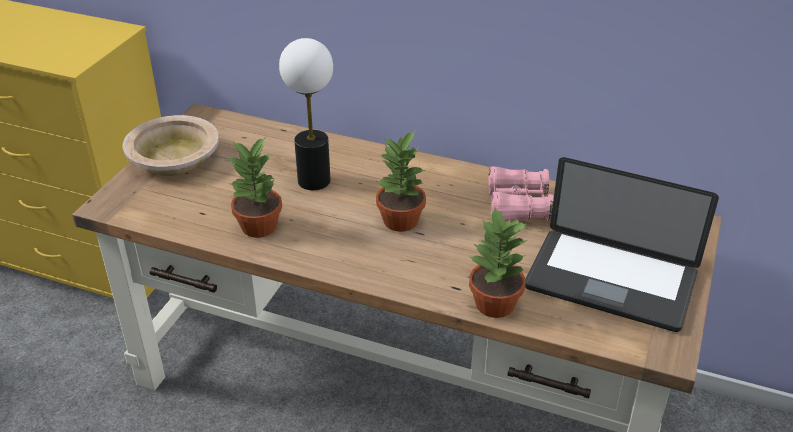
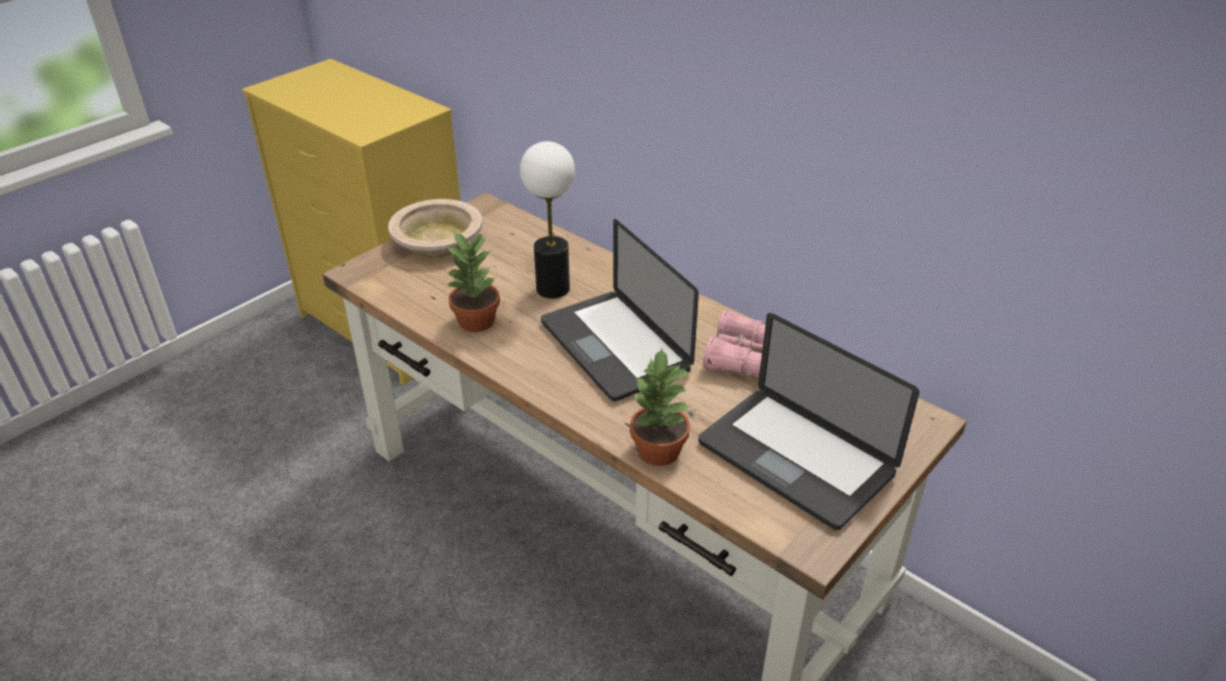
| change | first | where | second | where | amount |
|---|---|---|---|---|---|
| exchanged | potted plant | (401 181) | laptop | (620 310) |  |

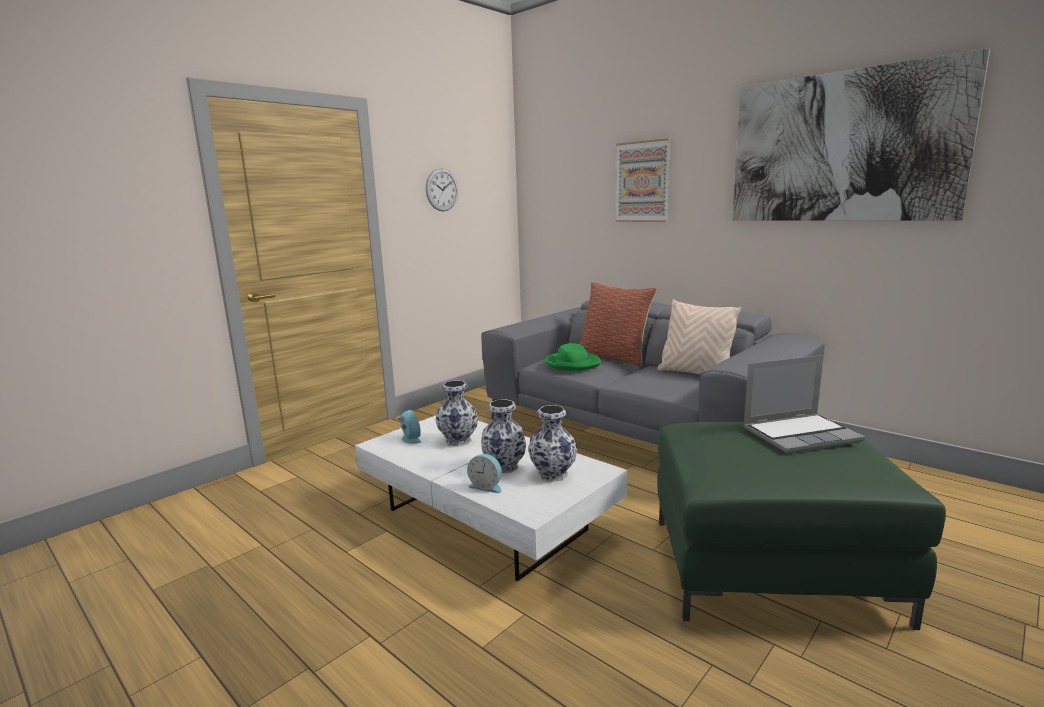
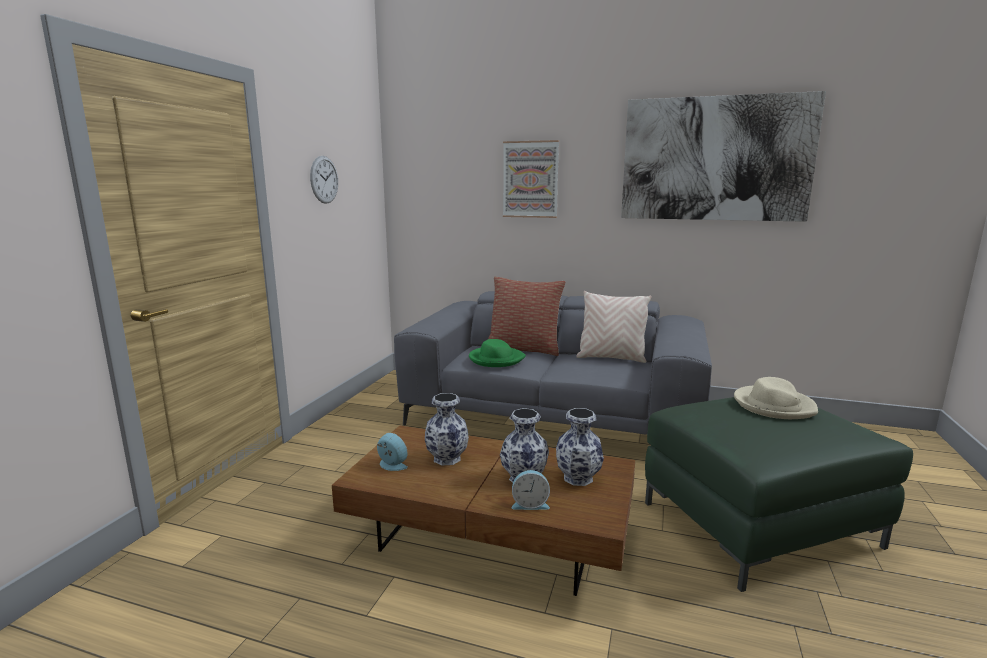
| change | first | where | second | where | amount |
|---|---|---|---|---|---|
| colour | coffee table (white) | (491 498) | coffee table (brown) | (483 510) |  |
| exchanged | laptop | (804 404) | hat (beige) | (776 398) |  |

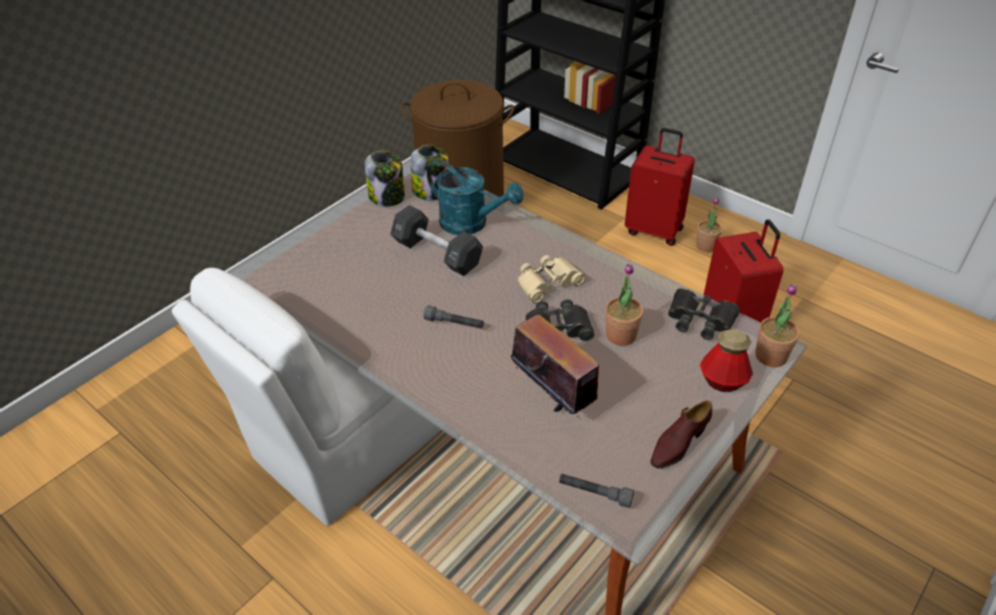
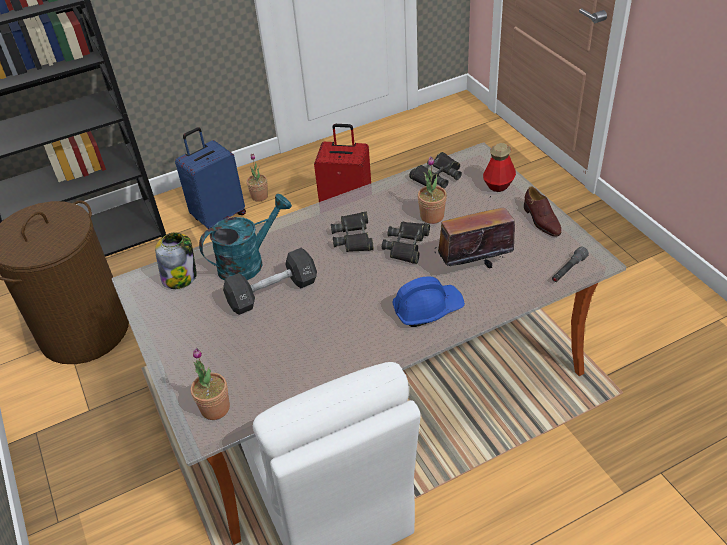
| change | first | where | second | where | amount |
|---|---|---|---|---|---|
| colour | suitcase (red) | (660 187) | suitcase (blue) | (210 178) |  |
| relocated | potted plant | (777 325) |  | (210 384) |  |
| colour | binoculars (beige) | (551 279) | binoculars (black) | (352 232) |  |
| appeared |  |  | hard hat (blue) | (428 301) |  |
| missing | jar | (385 178) |  |  |  |
| missing | flashlight (grey) | (454 316) |  |  |  |

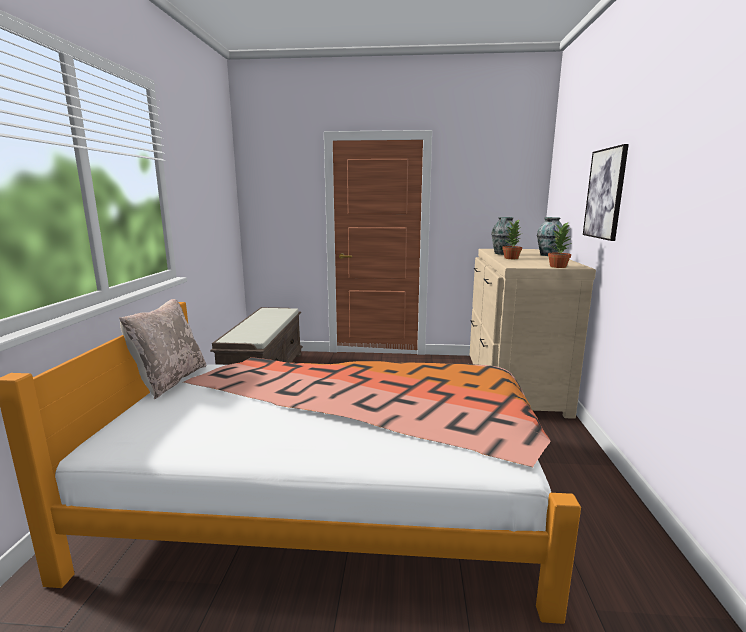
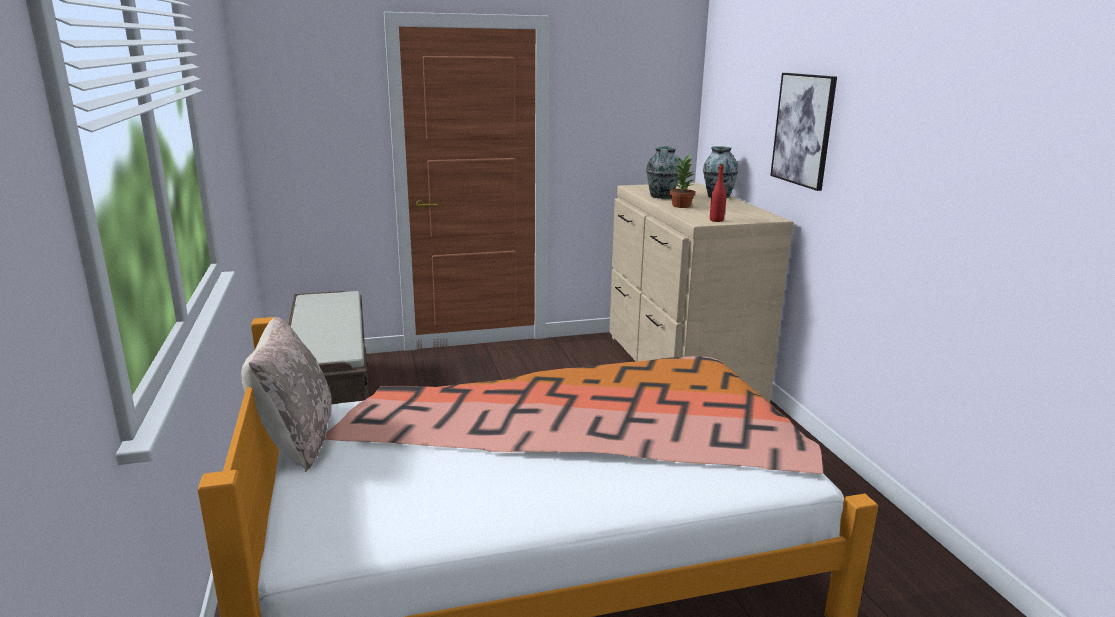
| change | first | where | second | where | amount |
|---|---|---|---|---|---|
| appeared |  |  | bottle (red) | (718 193) |  |
| missing | potted plant | (560 244) |  |  |  |

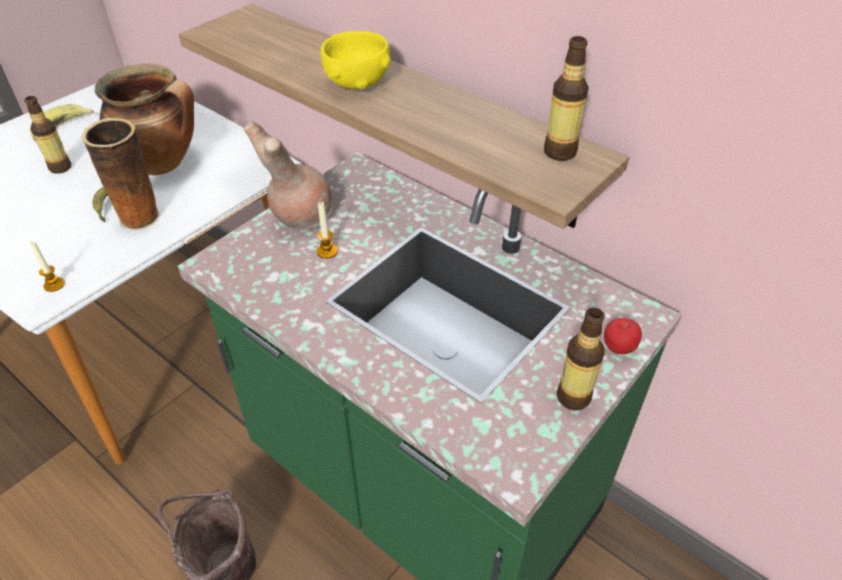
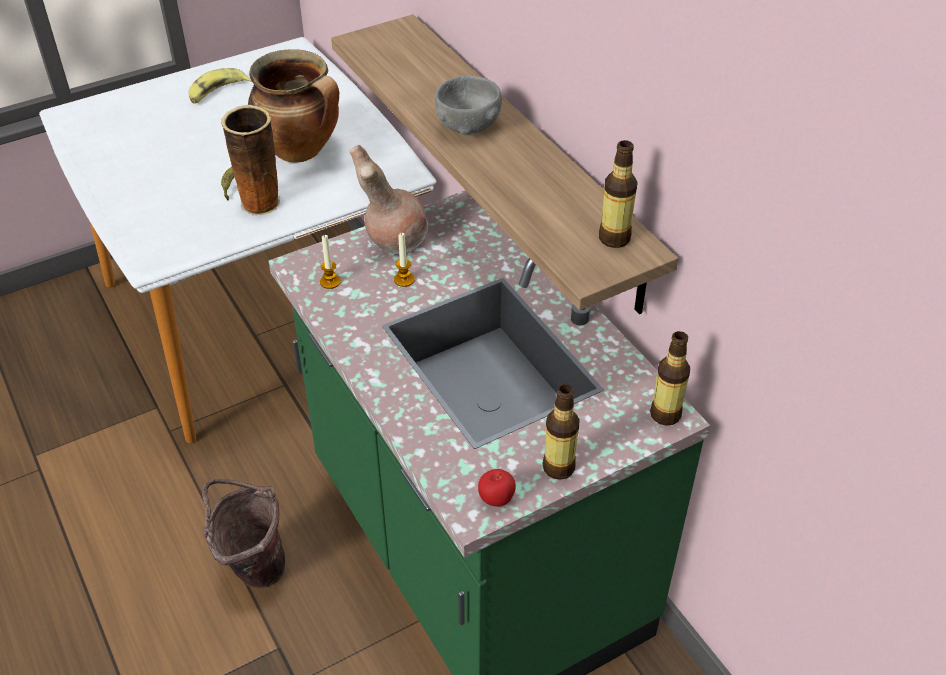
| change | first | where | second | where | amount |
|---|---|---|---|---|---|
| relocated | candle | (47 266) |  | (330 261) |  |
| colour | bowl (yellow) | (356 60) | bowl (grey) | (468 105) |  |
| relocated | apple | (623 336) |  | (497 488) |  |
| relocated | bottle | (48 135) |  | (670 378) |  |

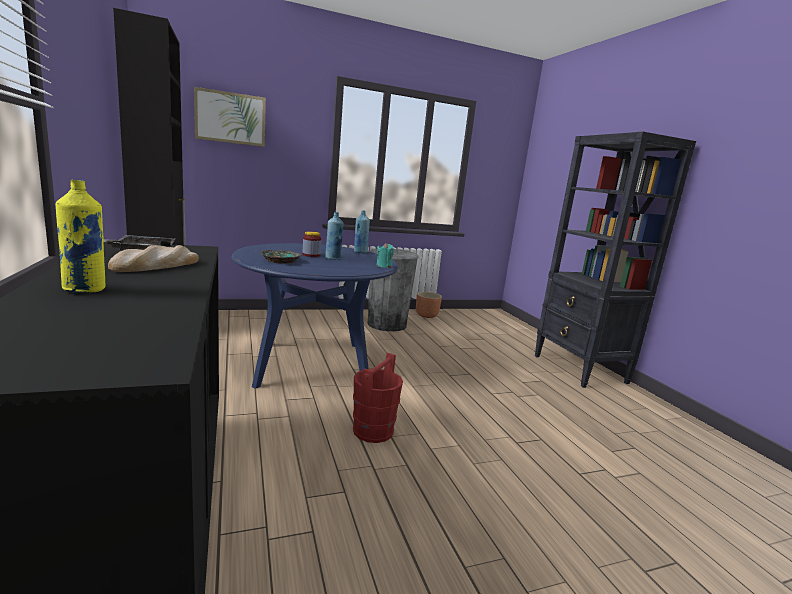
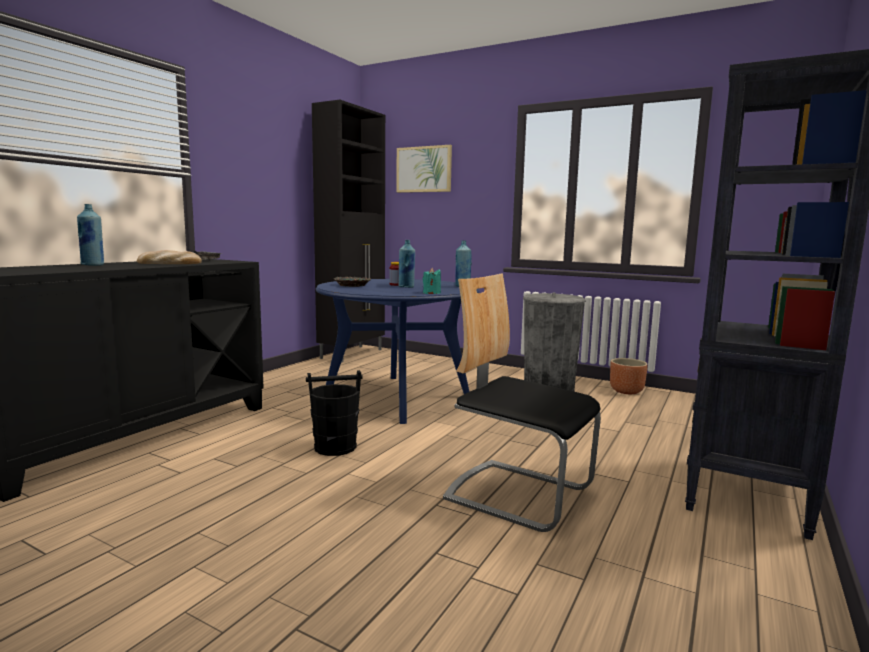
| change | first | where | second | where | amount |
|---|---|---|---|---|---|
| colour | bottle (yellow) | (81 236) | bottle (blue) | (90 235) |  |
| colour | bucket (red) | (378 398) | bucket (black) | (334 413) |  |
| appeared |  |  | chair | (522 402) |  |

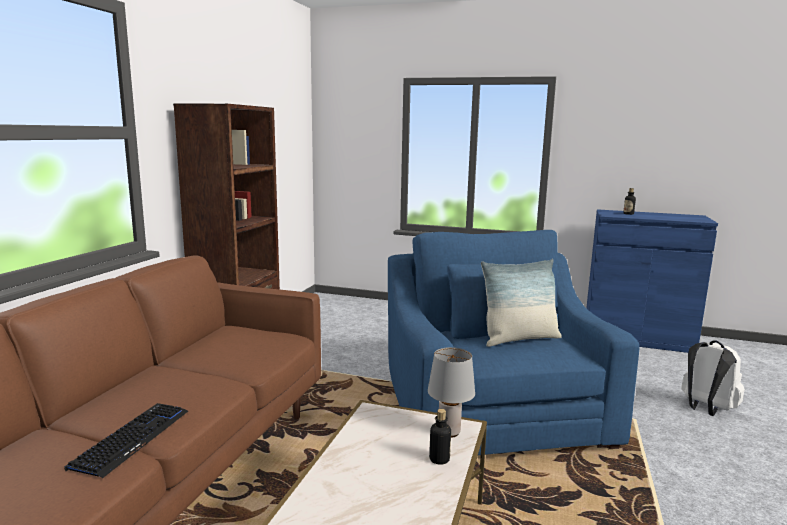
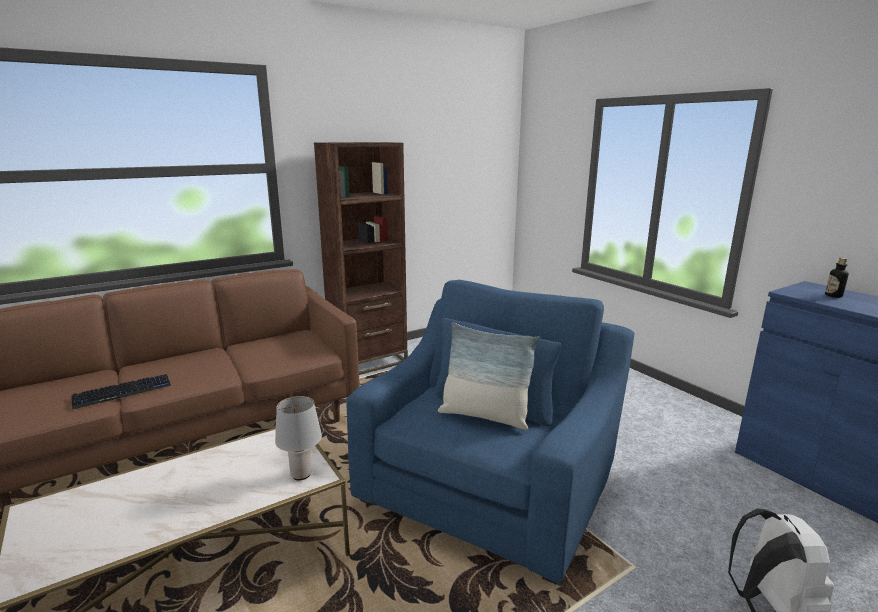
| change | first | where | second | where | amount |
|---|---|---|---|---|---|
| missing | bottle | (440 437) |  |  |  |

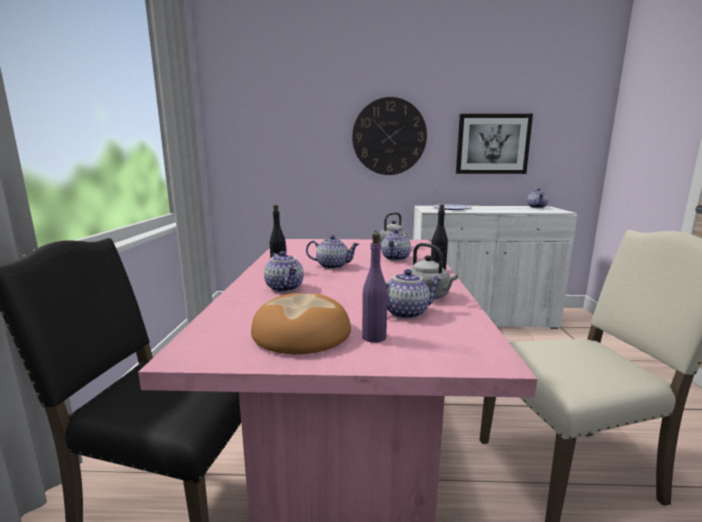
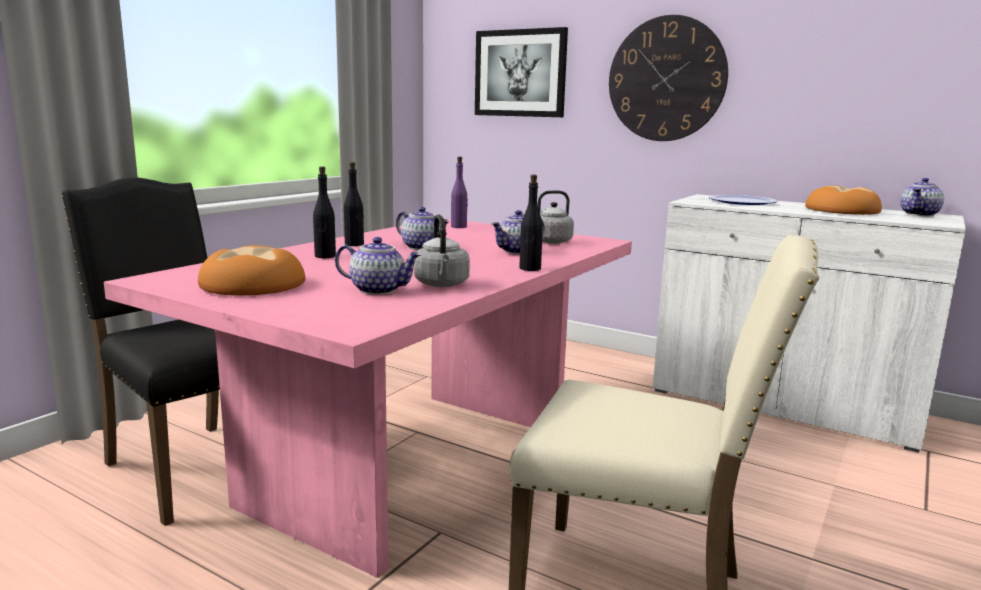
| change | first | where | second | where | amount |
|---|---|---|---|---|---|
| exchanged | teapot | (284 271) | bottle (black) | (324 212) |  |
| relocated | bottle (purple) | (375 288) |  | (459 192) |  |
| relocated | picture | (494 144) |  | (521 72) |  |
| appeared |  |  | bread | (843 200) |  |

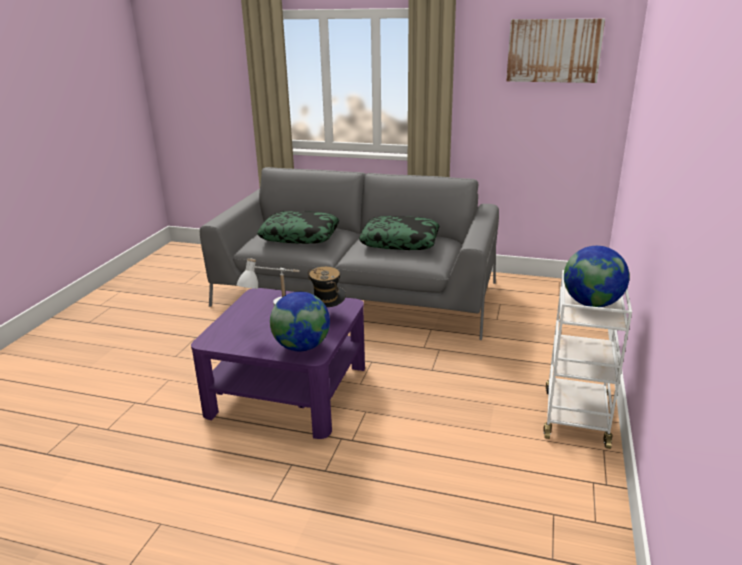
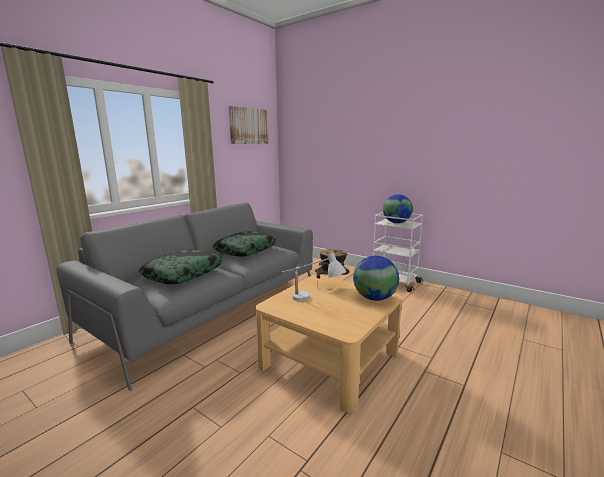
| change | first | where | second | where | amount |
|---|---|---|---|---|---|
| colour | coffee table (purple) | (278 363) | coffee table (beige) | (328 344) |  |

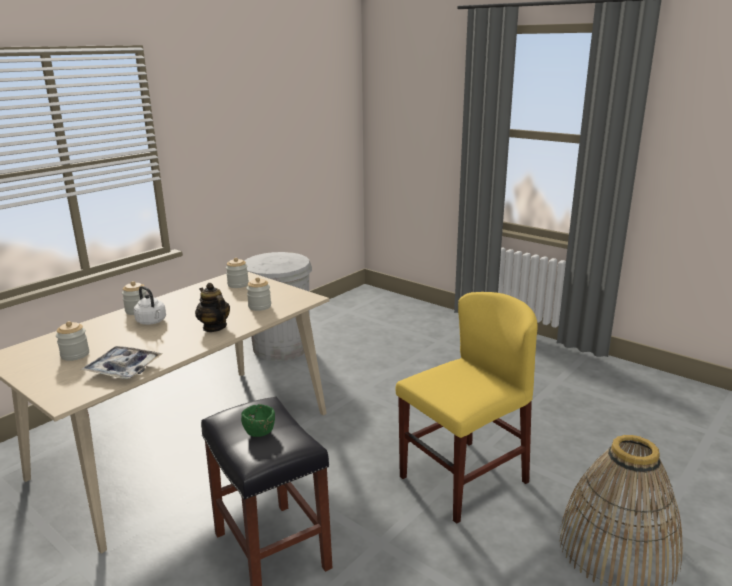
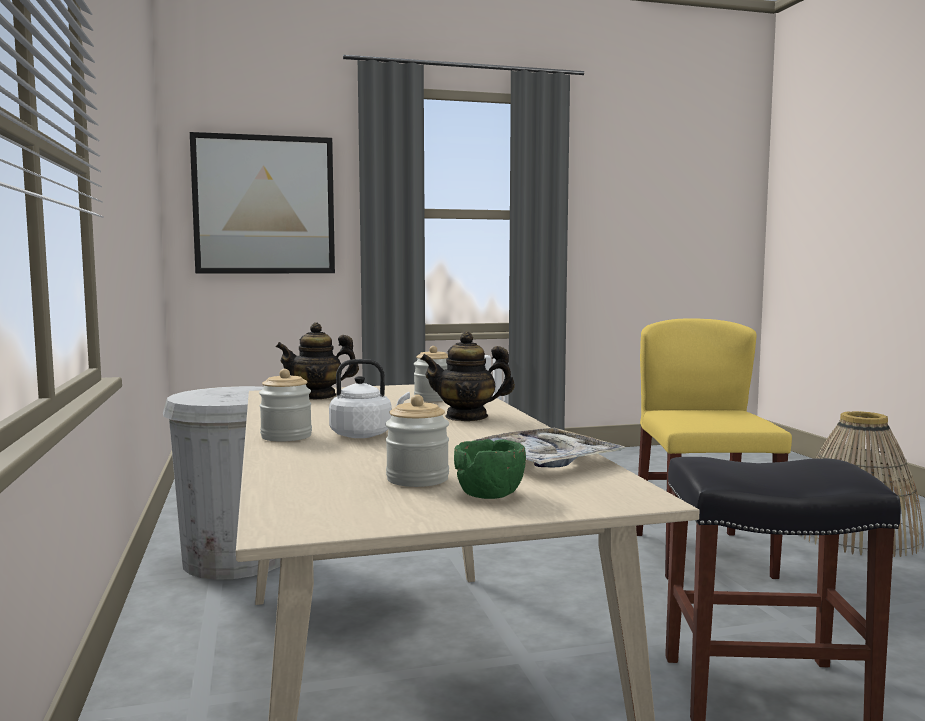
| change | first | where | second | where | amount |
|---|---|---|---|---|---|
| appeared |  |  | picture | (262 203) |  |
| exchanged | jar | (237 273) | teapot | (317 361) |  |
| relocated | bowl (green) | (258 420) |  | (490 469) |  |

